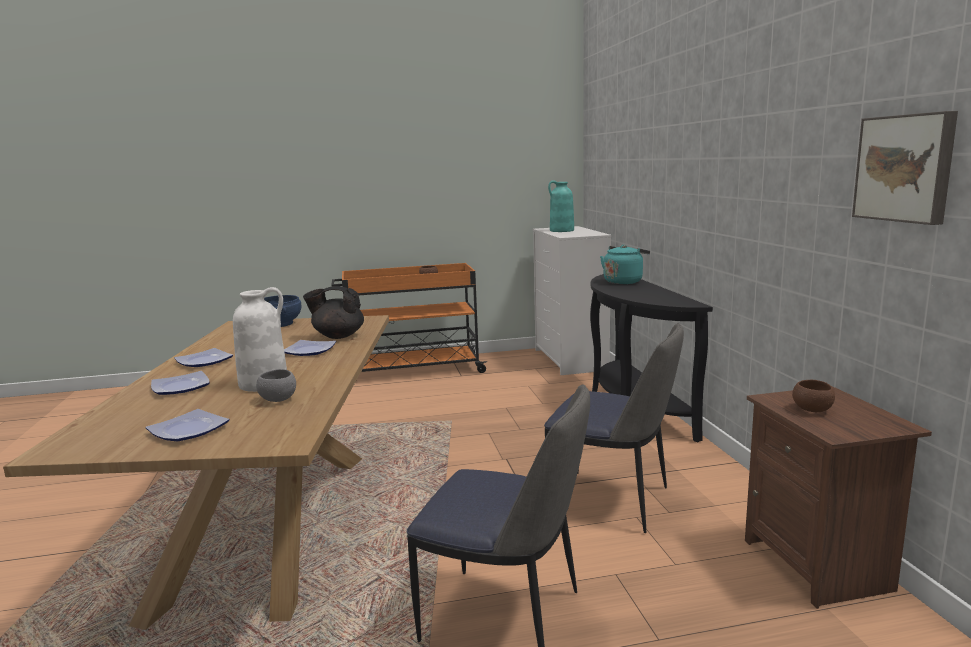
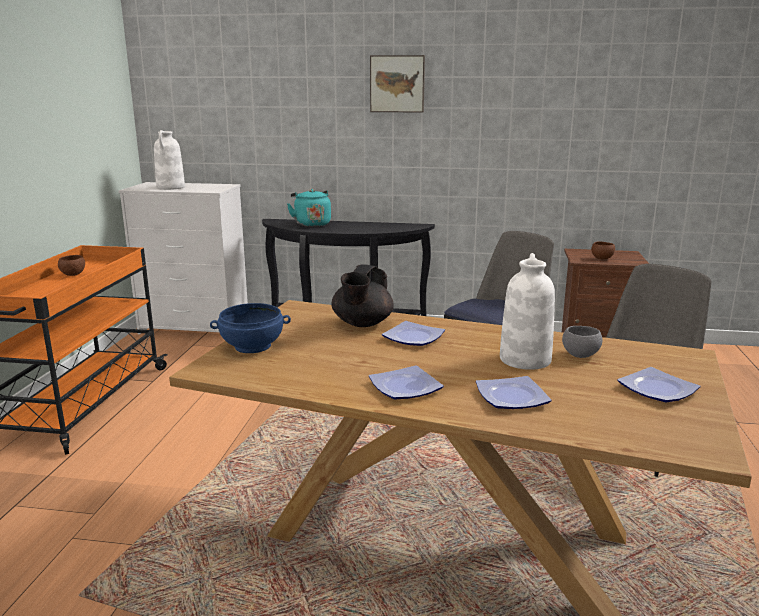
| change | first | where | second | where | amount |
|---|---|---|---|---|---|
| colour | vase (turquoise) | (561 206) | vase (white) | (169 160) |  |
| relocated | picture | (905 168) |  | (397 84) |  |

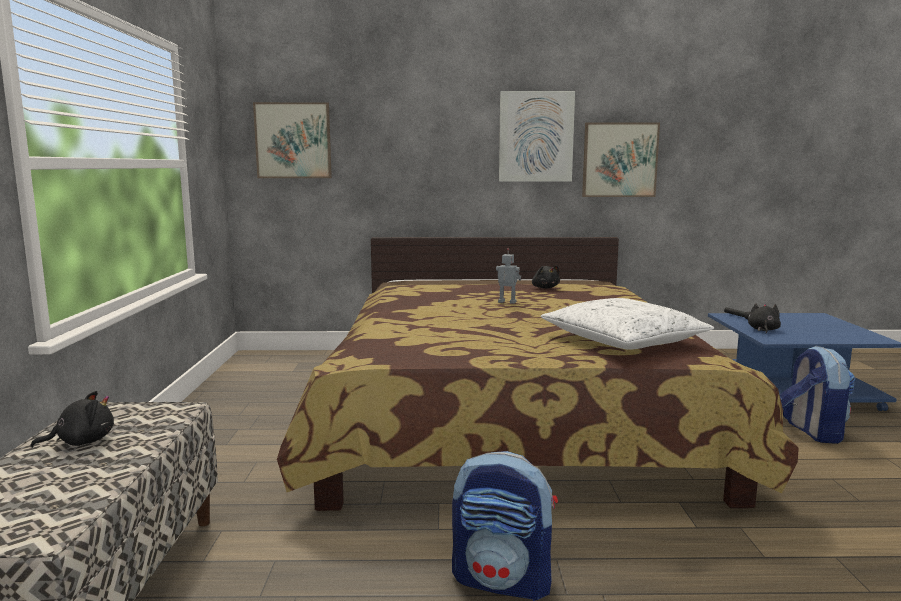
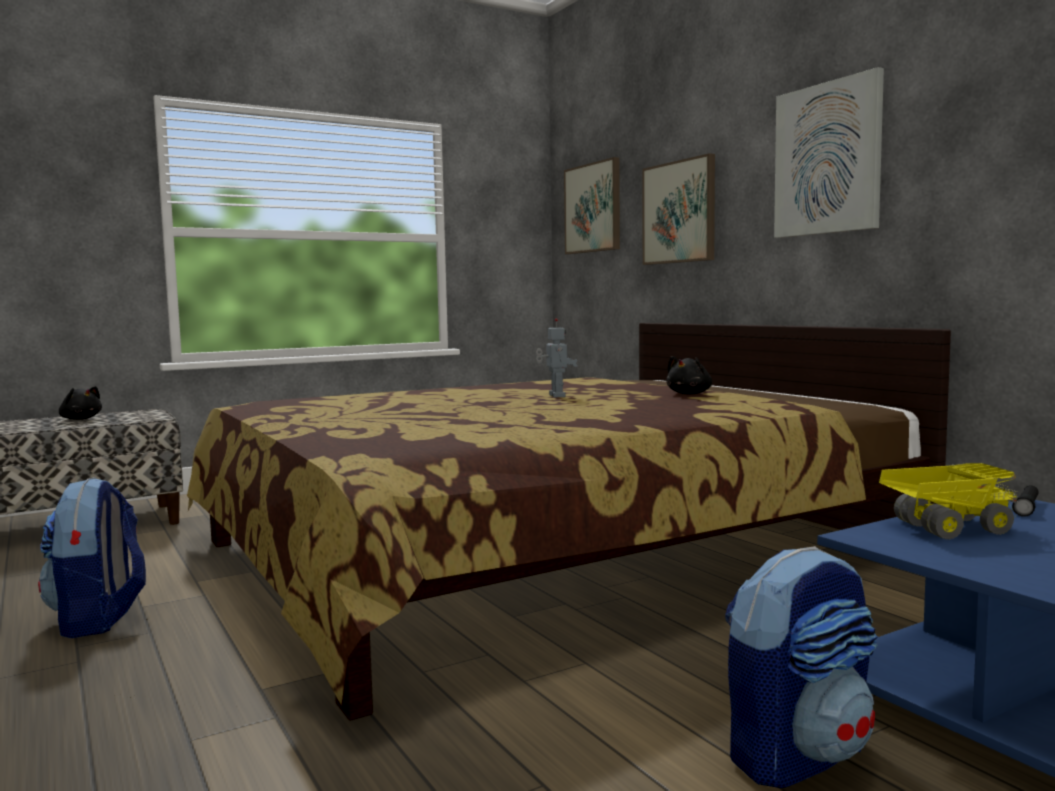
| change | first | where | second | where | amount |
|---|---|---|---|---|---|
| relocated | picture | (621 160) |  | (678 209) |  |
| exchanged | plush toy (black) | (764 318) | toy truck | (948 501) |  |
| missing | pillow (white) | (627 324) |  |  |  |

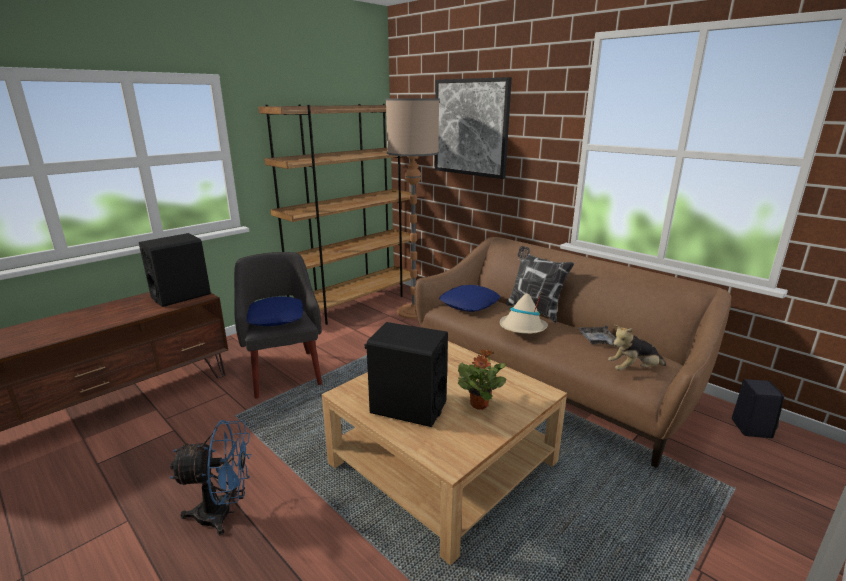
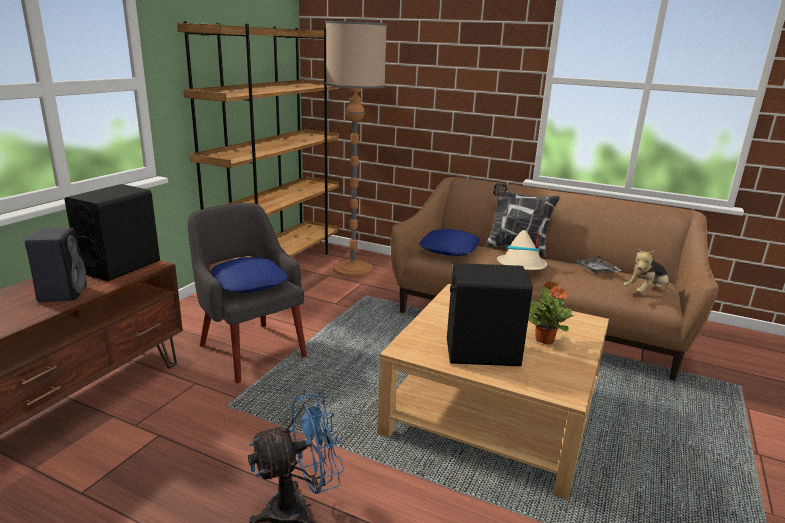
| change | first | where | second | where | amount |
|---|---|---|---|---|---|
| relocated | speaker (black) | (758 408) |  | (56 265) |  |
| missing | picture | (473 128) |  |  |  |

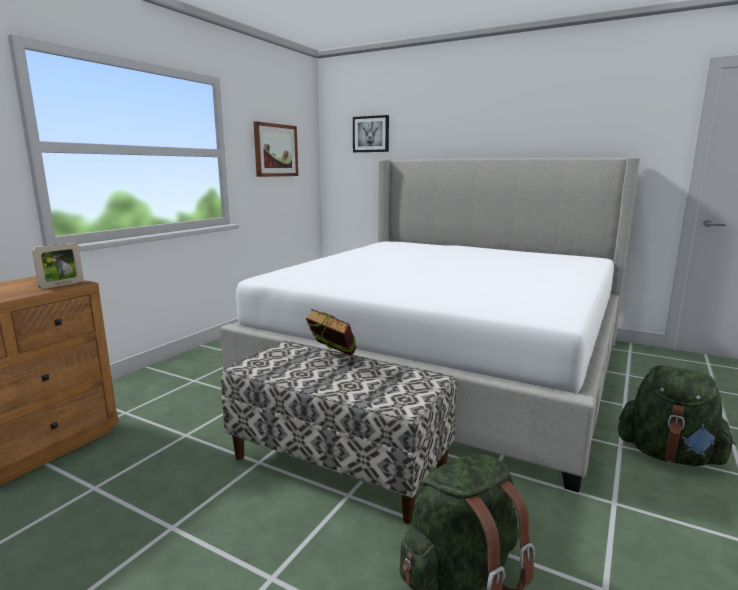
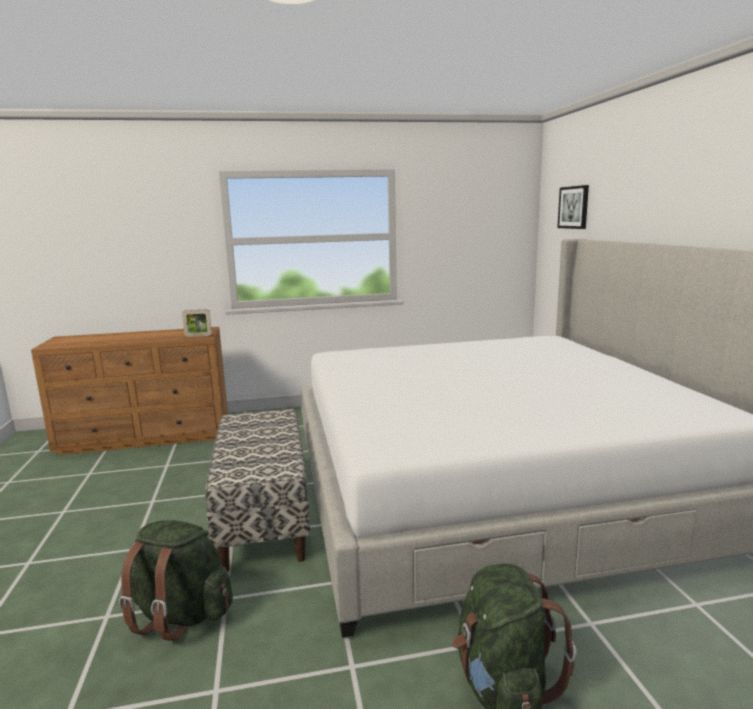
| change | first | where | second | where | amount |
|---|---|---|---|---|---|
| missing | picture | (276 149) |  |  |  |
| missing | book | (331 332) |  |  |  |

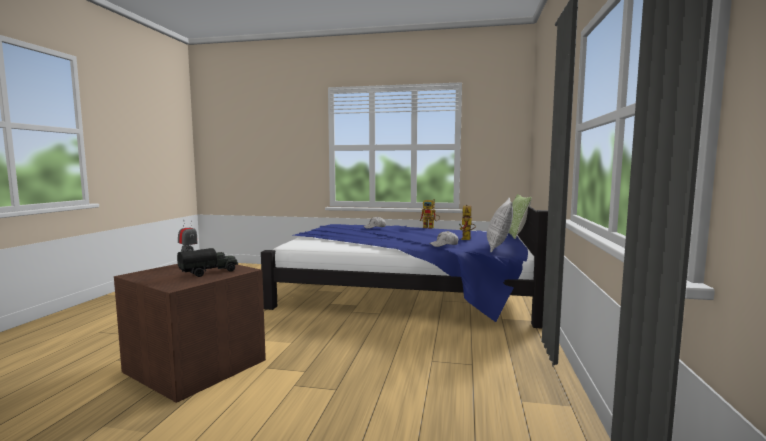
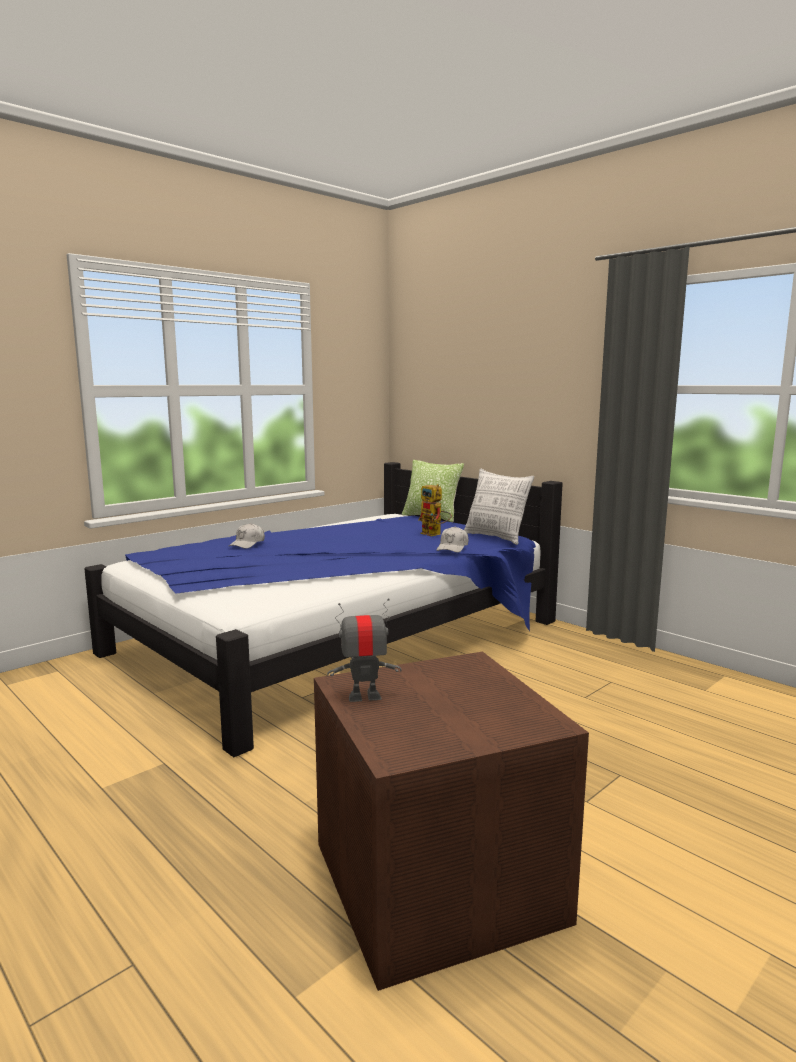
| change | first | where | second | where | amount |
|---|---|---|---|---|---|
| missing | toy truck | (207 262) |  |  |  |
| missing | toy robot | (430 214) |  |  |  |

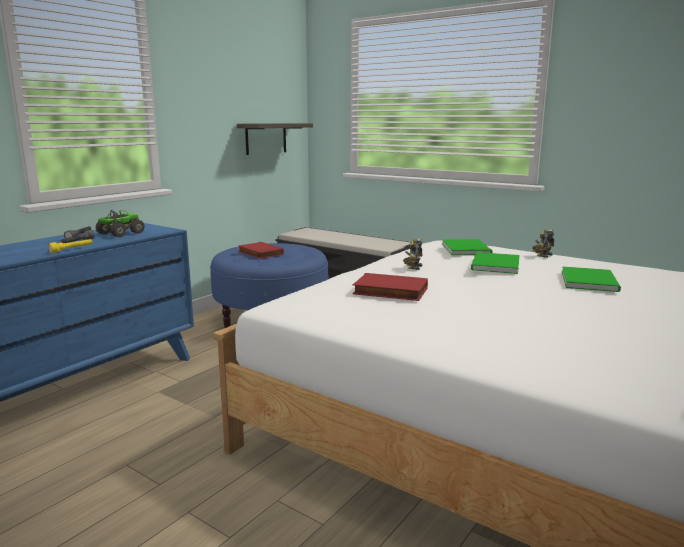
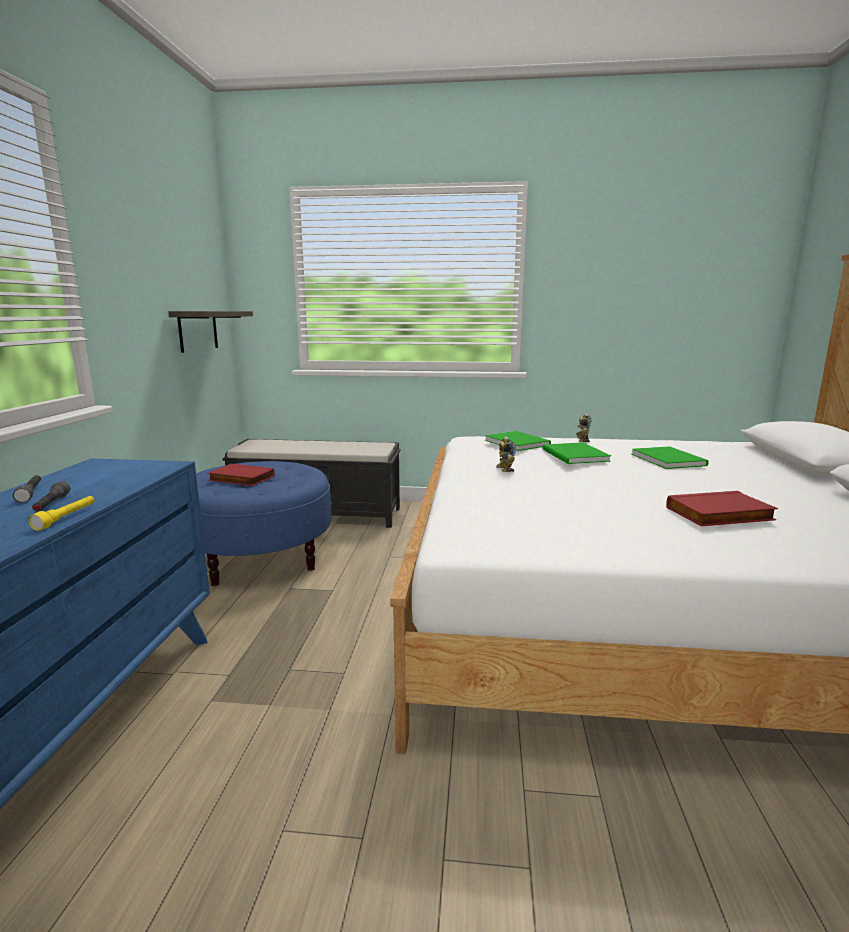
| change | first | where | second | where | amount |
|---|---|---|---|---|---|
| relocated | book (red) | (390 287) |  | (722 508) |  |
| missing | toy truck | (120 223) |  |  |  |

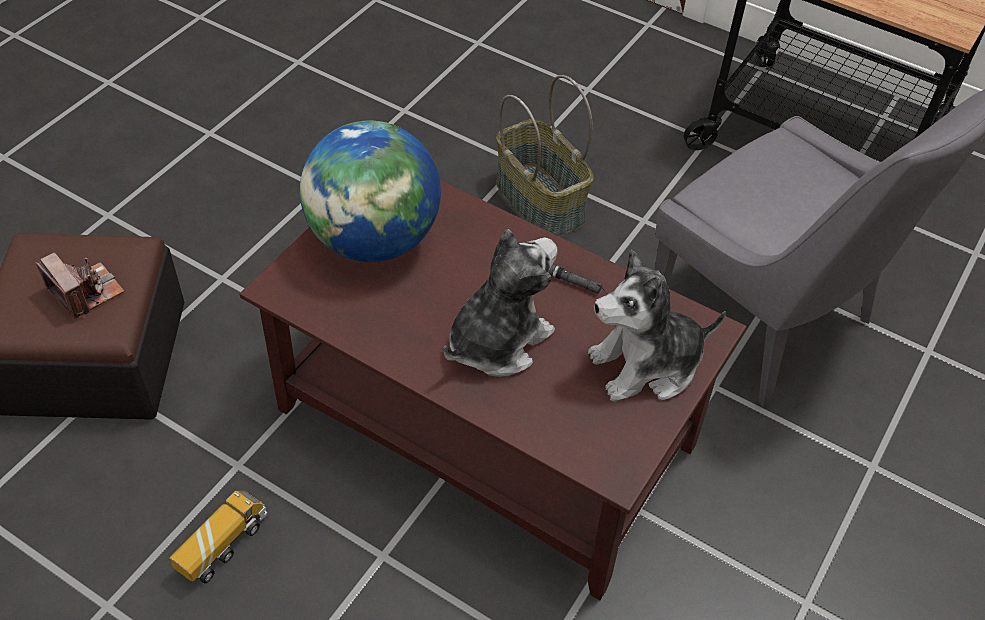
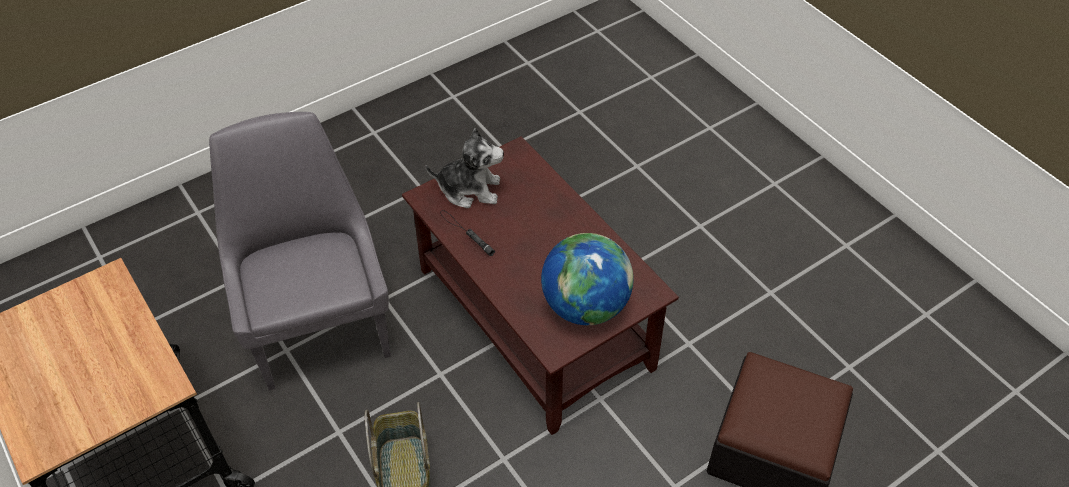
| change | first | where | second | where | amount |
|---|---|---|---|---|---|
| missing | photo camera | (80 286) |  |  |  |
| missing | toy truck | (218 537) |  |  |  |
| missing | plush toy | (500 303) |  |  |  |

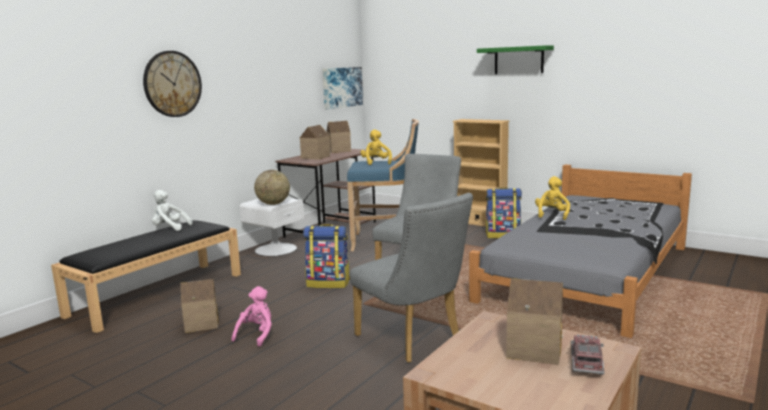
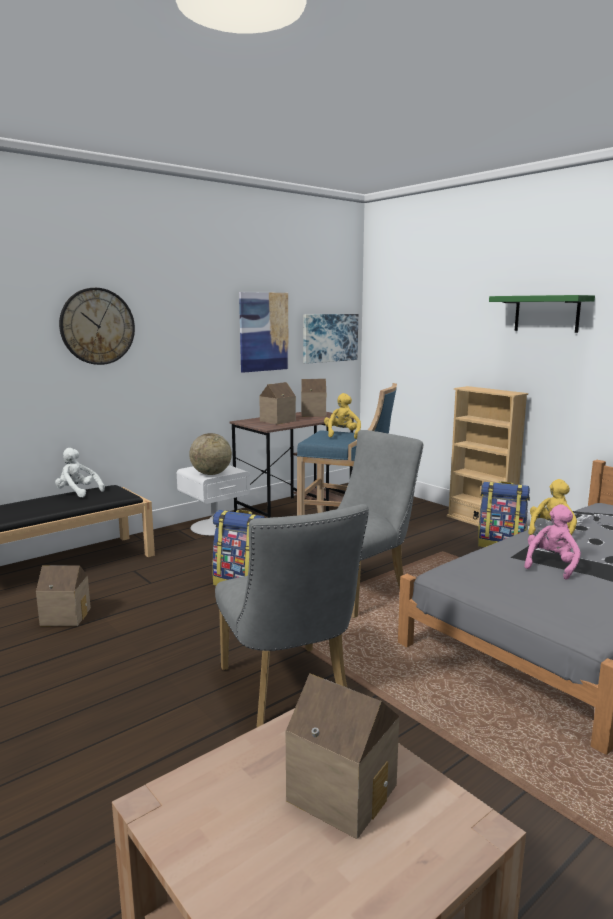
| change | first | where | second | where | amount |
|---|---|---|---|---|---|
| appeared |  |  | picture | (264 332) |  |
| relocated | plush toy (pink) | (252 316) |  | (552 542) |  |
| missing | toy truck | (588 355) |  |  |  |

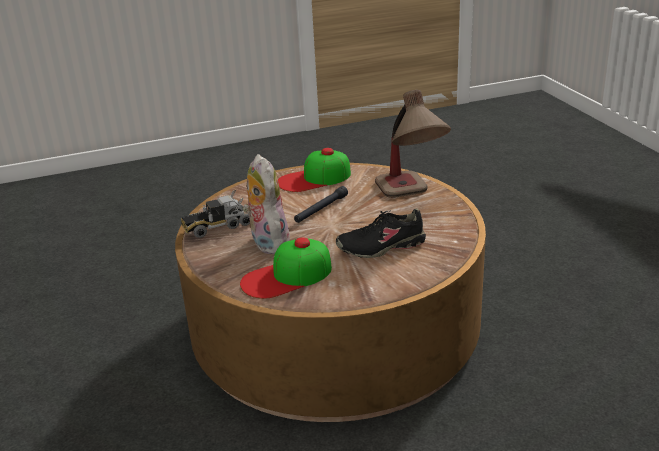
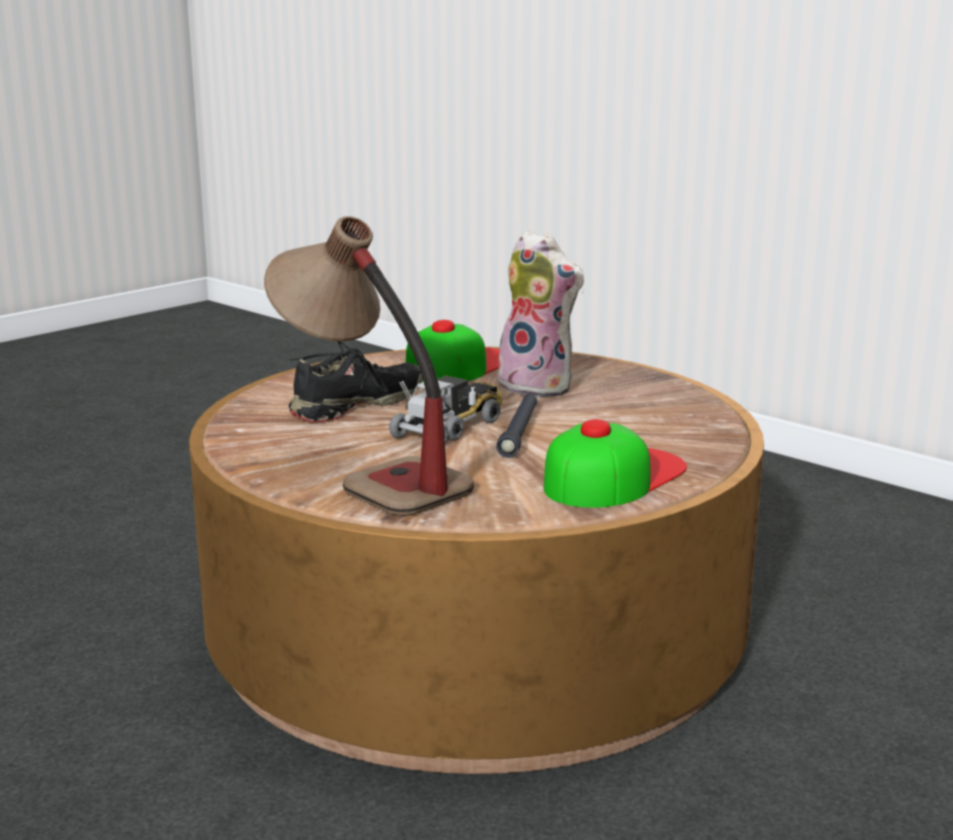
| change | first | where | second | where | amount |
|---|---|---|---|---|---|
| relocated | toy truck | (215 214) |  | (445 409) |  |

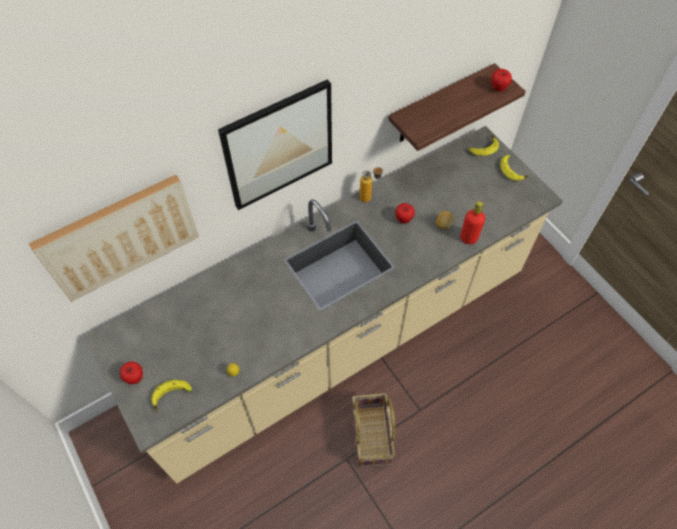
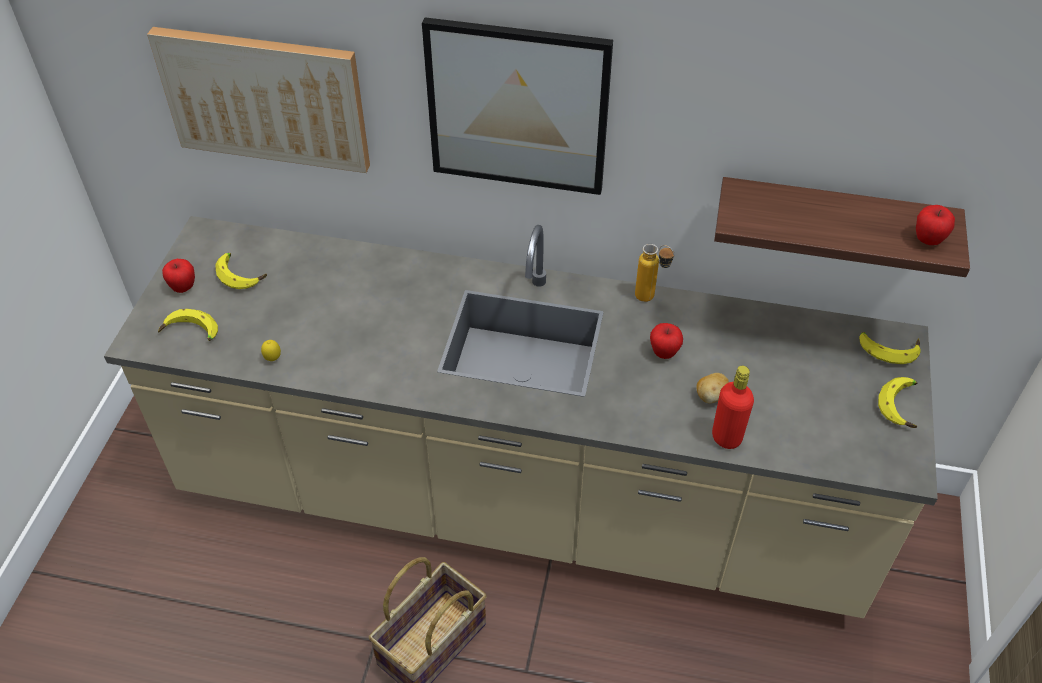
| change | first | where | second | where | amount |
|---|---|---|---|---|---|
| appeared |  |  | banana | (241 271) |  |

